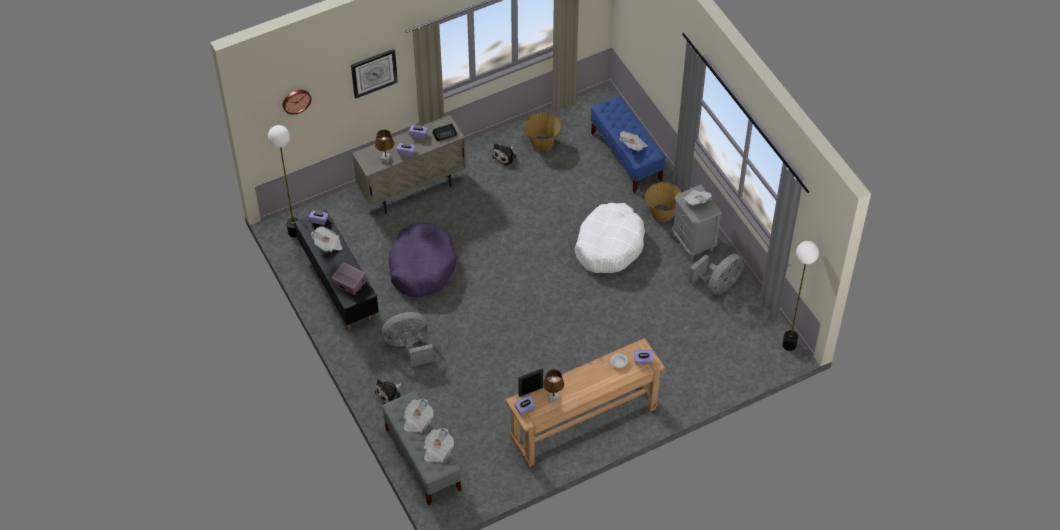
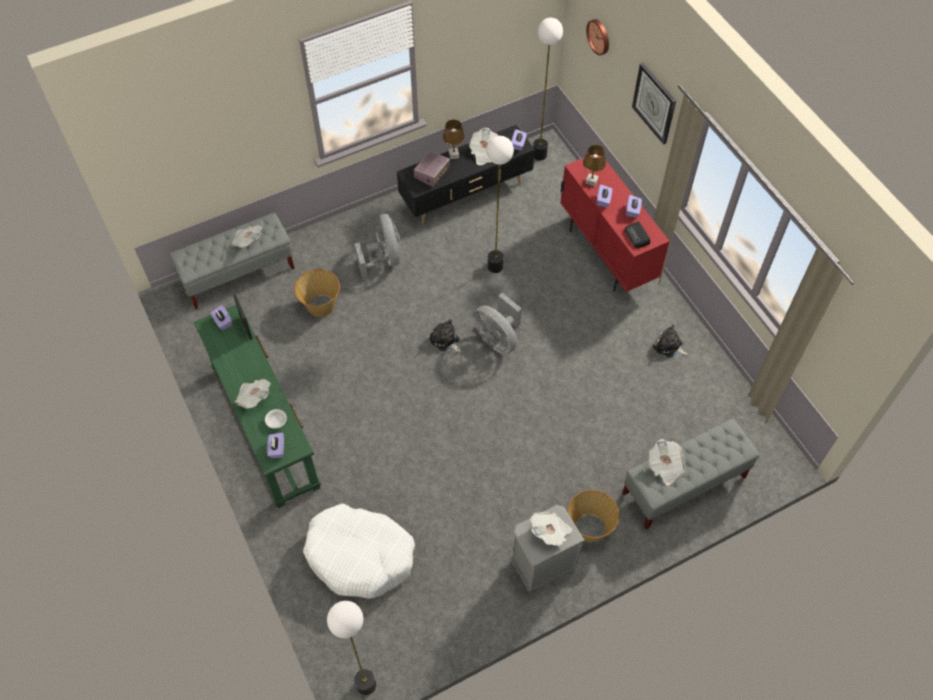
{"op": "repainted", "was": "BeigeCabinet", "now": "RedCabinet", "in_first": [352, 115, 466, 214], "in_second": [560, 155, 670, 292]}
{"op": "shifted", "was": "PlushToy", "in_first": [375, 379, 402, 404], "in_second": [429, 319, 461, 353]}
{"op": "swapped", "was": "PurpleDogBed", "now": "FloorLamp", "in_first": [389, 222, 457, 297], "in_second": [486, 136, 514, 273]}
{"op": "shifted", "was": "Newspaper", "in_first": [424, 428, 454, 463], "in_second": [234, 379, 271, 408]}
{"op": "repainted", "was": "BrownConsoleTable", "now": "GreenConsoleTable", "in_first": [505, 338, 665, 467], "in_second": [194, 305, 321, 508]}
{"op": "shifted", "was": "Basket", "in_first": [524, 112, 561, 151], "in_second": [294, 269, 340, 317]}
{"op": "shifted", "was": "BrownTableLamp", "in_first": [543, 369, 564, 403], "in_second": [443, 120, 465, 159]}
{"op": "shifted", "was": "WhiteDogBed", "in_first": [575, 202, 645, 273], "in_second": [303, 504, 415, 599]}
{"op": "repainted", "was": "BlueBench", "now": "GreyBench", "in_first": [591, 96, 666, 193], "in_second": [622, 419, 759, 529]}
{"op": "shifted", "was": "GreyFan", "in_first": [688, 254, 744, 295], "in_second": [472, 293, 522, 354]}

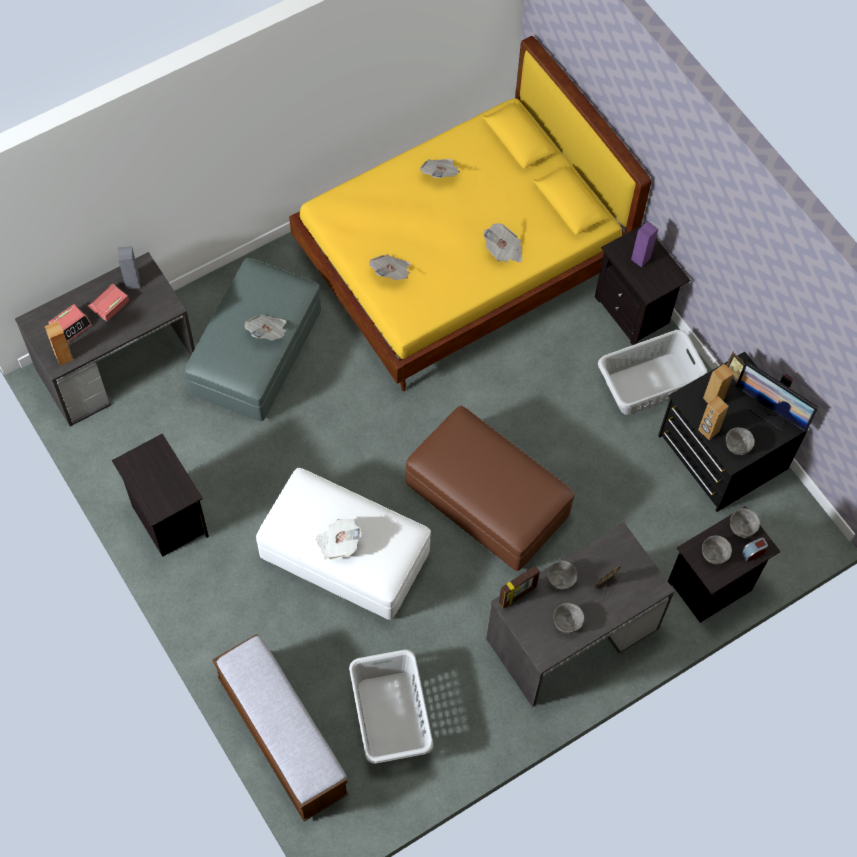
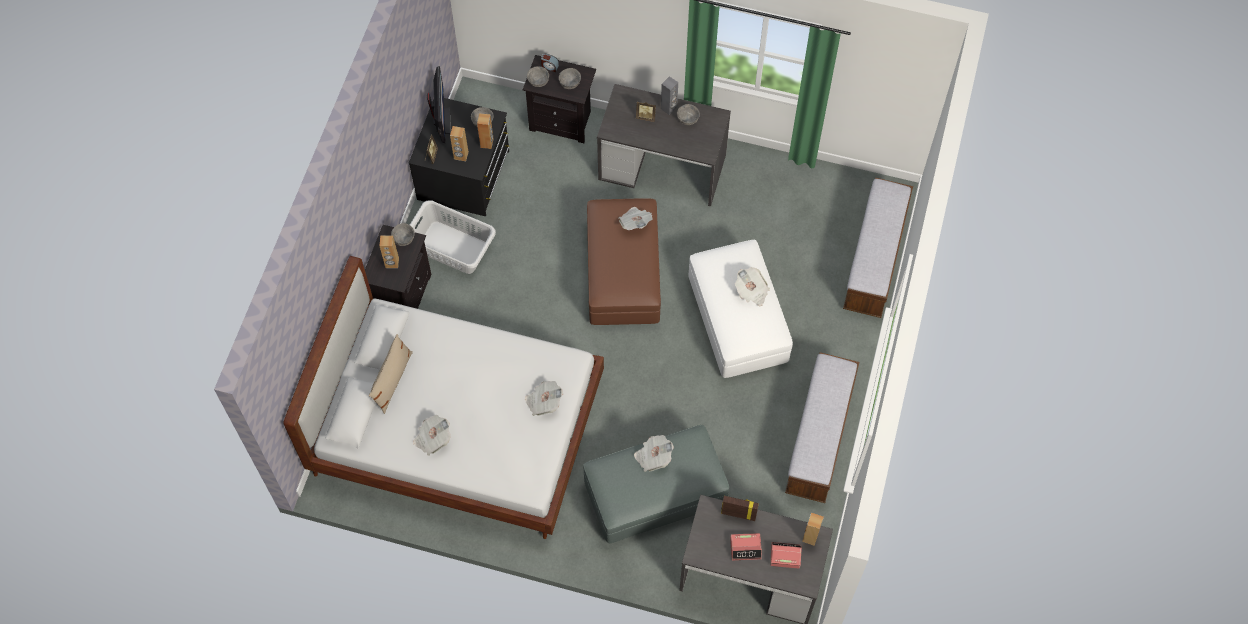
{"op": "swapped", "was": "BlackNightstand", "now": "Bench", "in_first": [112, 433, 209, 557], "in_second": [785, 352, 859, 503]}
{"op": "shifted", "was": "GreySpeaker", "in_first": [118, 246, 140, 290], "in_second": [661, 76, 678, 115]}
{"op": "repainted", "was": "YellowBed", "now": "WhiteBed", "in_first": [289, 36, 651, 391], "in_second": [283, 256, 604, 539]}
{"op": "gone", "was": "GreyLaundryBasket", "in_first": [349, 650, 433, 763]}
{"op": "shifted", "was": "Newspaper", "in_first": [484, 223, 522, 263], "in_second": [619, 207, 653, 230]}
{"op": "shifted", "was": "PictureFrame", "in_first": [499, 565, 540, 608], "in_second": [721, 496, 759, 521]}
{"op": "shifted", "was": "GreyBowl", "in_first": [547, 560, 577, 590], "in_second": [391, 223, 415, 246]}
{"op": "repainted", "was": "PurpleSpeaker", "now": "BrownSpeaker", "in_first": [631, 221, 658, 268], "in_second": [380, 236, 399, 268]}
{"op": "new", "now": "BeigePillow", "in_second": [369, 334, 413, 414]}

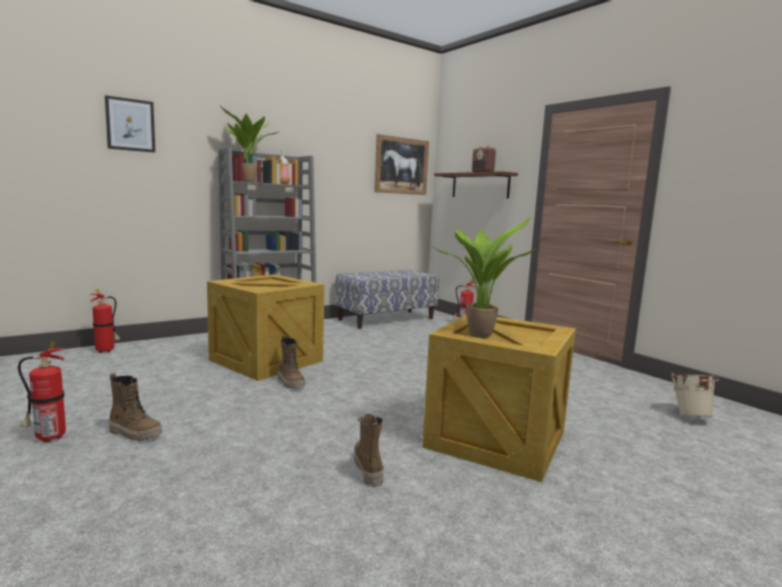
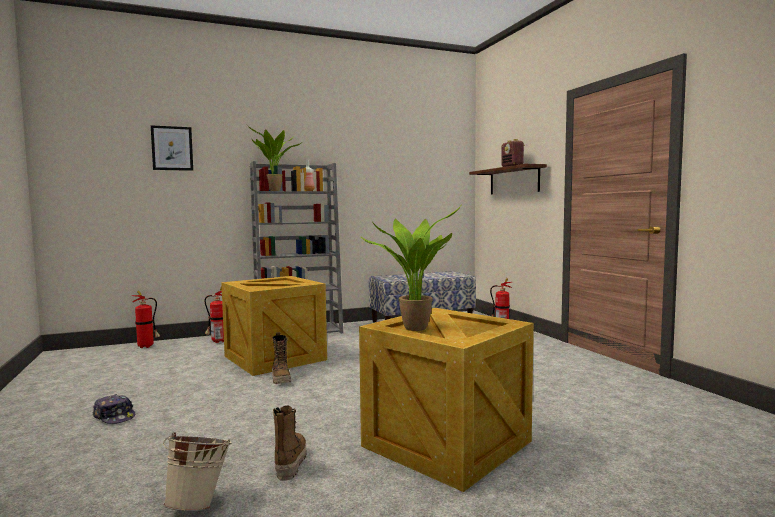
{"op": "shifted", "was": "FireExtinguisher", "in_first": [18, 341, 66, 442], "in_second": [205, 287, 224, 343]}
{"op": "swapped", "was": "Boot", "now": "Cap", "in_first": [109, 373, 162, 441], "in_second": [92, 394, 135, 424]}
{"op": "gone", "was": "Picture", "in_first": [374, 134, 429, 195]}
{"op": "shifted", "was": "BeigeBucket", "in_first": [671, 372, 719, 417], "in_second": [163, 432, 231, 511]}

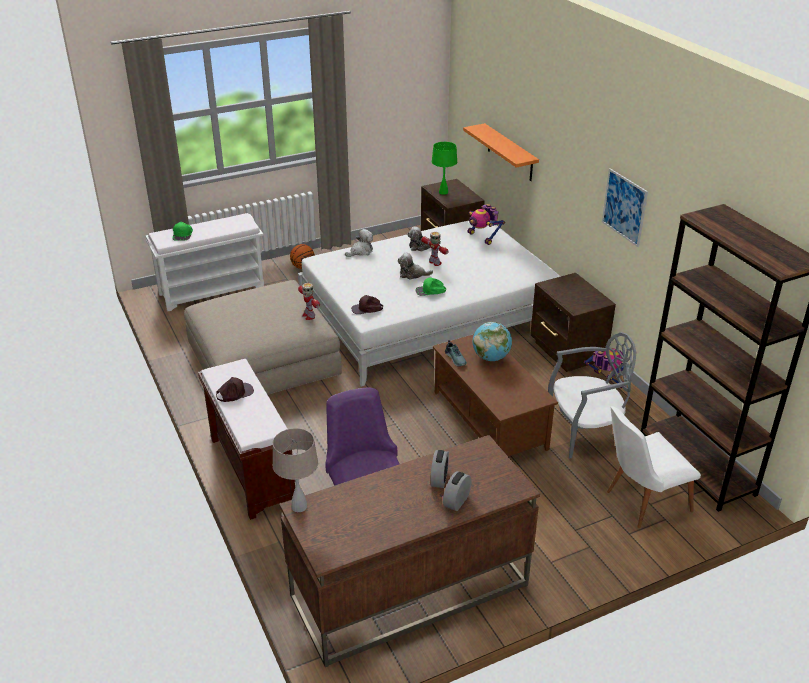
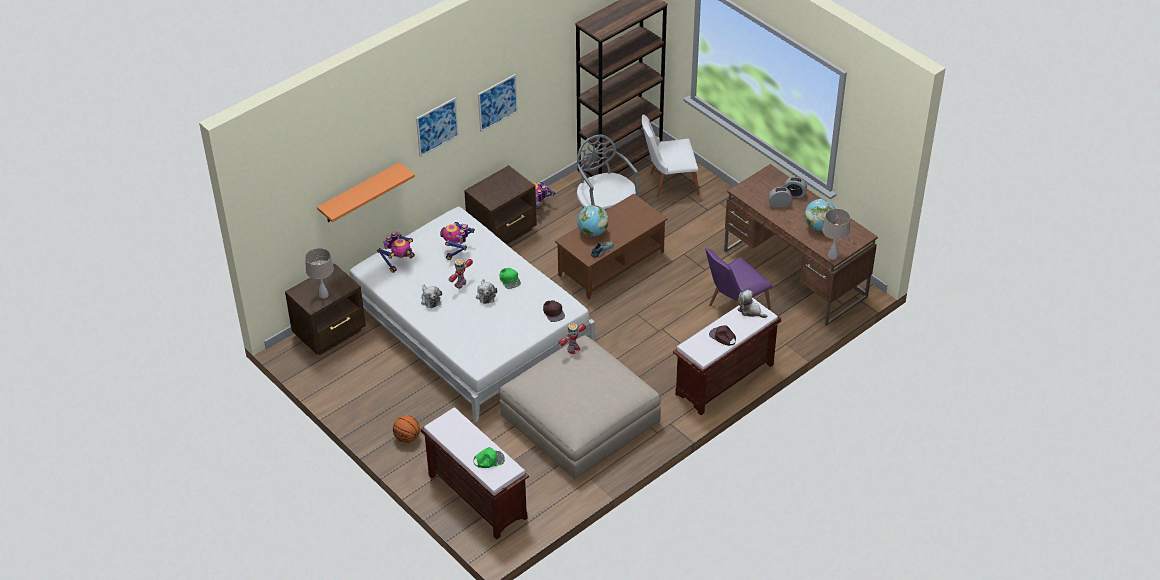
{"op": "repainted", "was": "WhiteBench", "now": "BrownBench", "in_first": [145, 213, 264, 311], "in_second": [420, 407, 529, 539]}
{"op": "shifted", "was": "PlushToy", "in_first": [345, 229, 373, 257], "in_second": [738, 290, 767, 318]}
{"op": "repainted", "was": "GreenTableLamp", "now": "BeigeTableLamp", "in_first": [432, 142, 457, 195], "in_second": [305, 248, 334, 299]}
{"op": "rotated", "was": "WhiteChair", "in_first": [607, 406, 701, 528], "in_second": [642, 114, 699, 198], "clockwise": 120}
{"op": "new", "now": "Picture", "in_second": [416, 97, 459, 157]}
{"op": "new", "now": "ToyRobot", "in_second": [440, 222, 475, 260]}
{"op": "new", "now": "Globe", "in_second": [805, 199, 836, 231]}

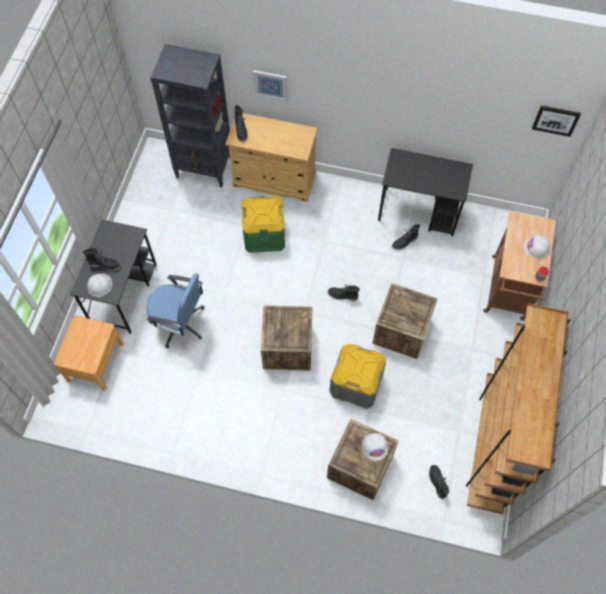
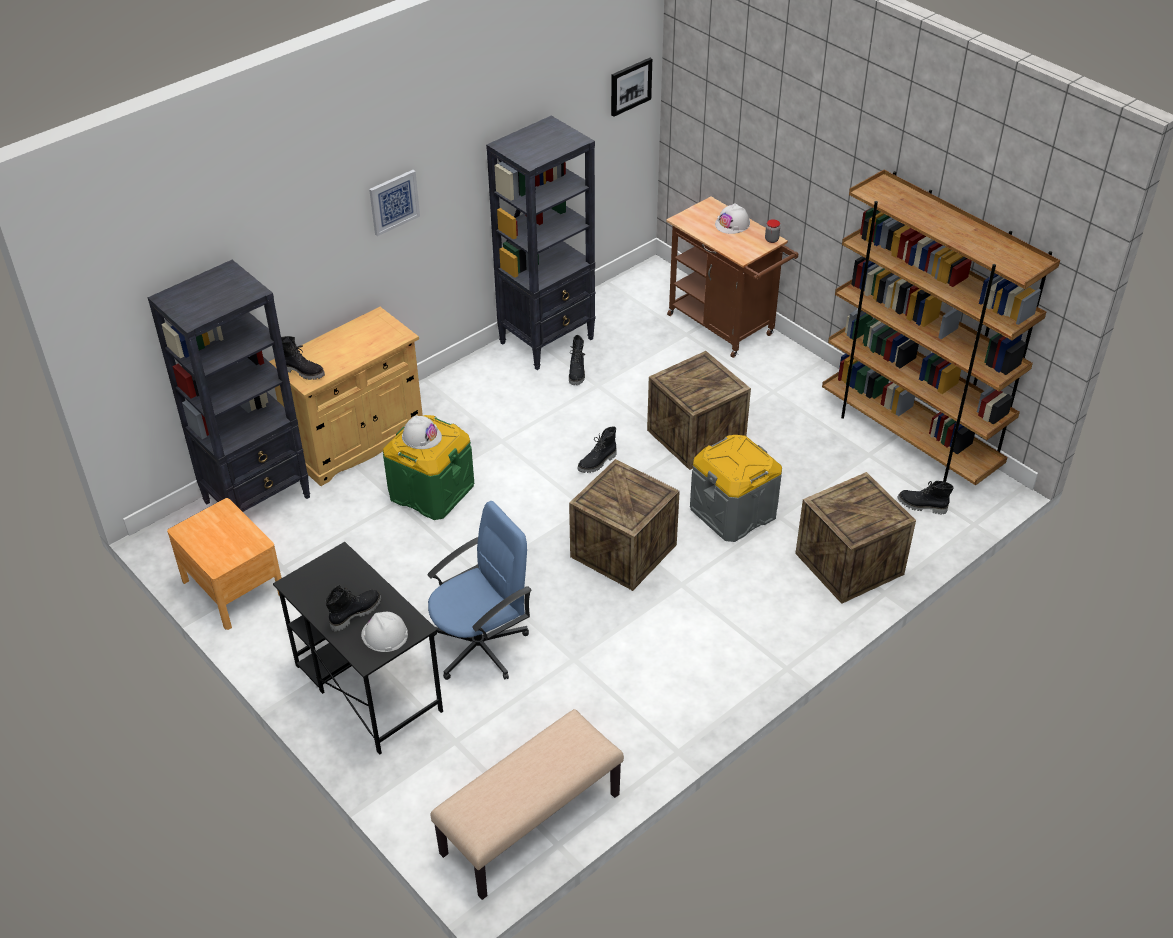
{"op": "shifted", "was": "BrownNightstand", "in_first": [54, 316, 124, 391], "in_second": [167, 498, 282, 630]}
{"op": "shifted", "was": "Picture", "in_first": [253, 70, 288, 101], "in_second": [369, 170, 420, 236]}
{"op": "shifted", "was": "WhiteHardHat", "in_first": [362, 433, 388, 461], "in_second": [402, 415, 442, 449]}
{"op": "swapped", "was": "BlackDesk", "now": "BlackBookcase", "in_first": [378, 148, 473, 236], "in_second": [486, 116, 596, 370]}
{"op": "new", "now": "BeigeBench", "in_second": [431, 709, 624, 900]}

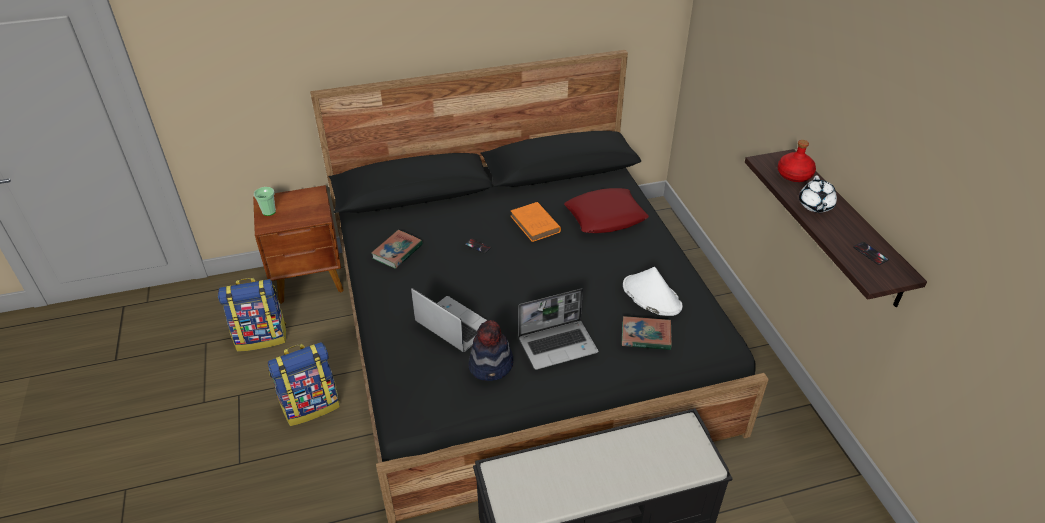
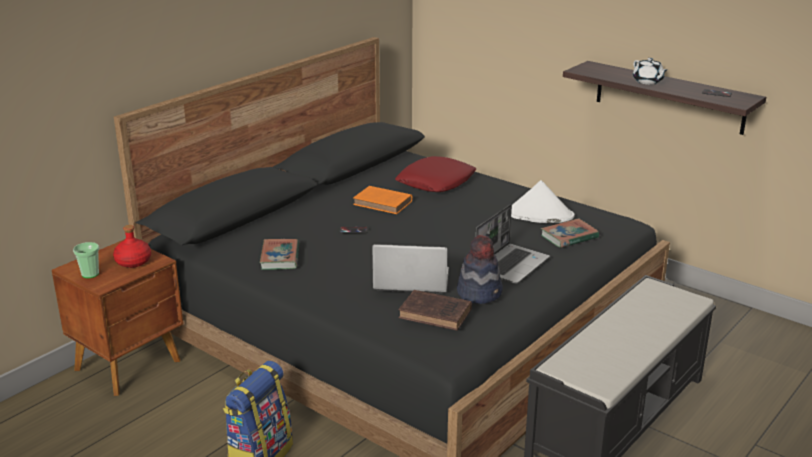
{"op": "gone", "was": "Backpack", "in_first": [218, 278, 286, 352]}
{"op": "shifted", "was": "RedBottle", "in_first": [778, 140, 816, 182], "in_second": [113, 225, 151, 268]}
{"op": "new", "now": "BrownBook", "in_second": [399, 290, 472, 331]}

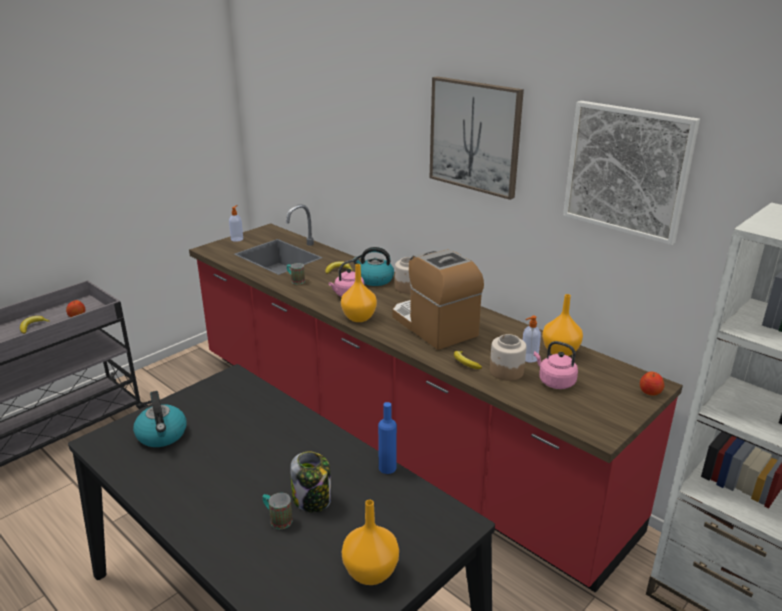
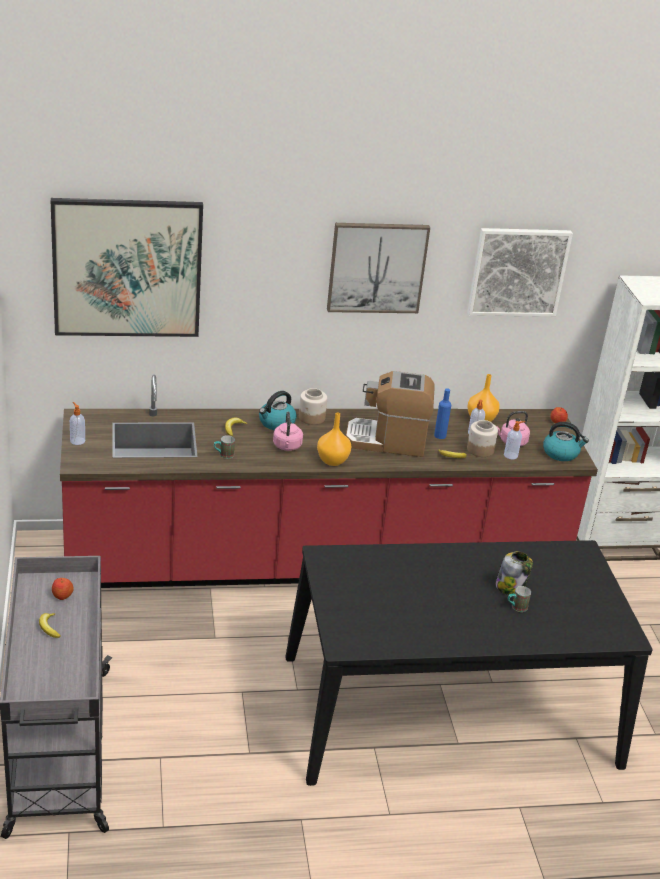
{"op": "shifted", "was": "Kettle", "in_first": [133, 391, 187, 447], "in_second": [543, 422, 589, 461]}
{"op": "gone", "was": "OrangeVase", "in_first": [342, 500, 399, 585]}
{"op": "shifted", "was": "BlueBottle", "in_first": [378, 402, 397, 474], "in_second": [434, 389, 451, 439]}
{"op": "new", "now": "Picture", "in_second": [51, 198, 203, 337]}
{"op": "new", "now": "SoapDispenser", "in_second": [504, 421, 525, 459]}

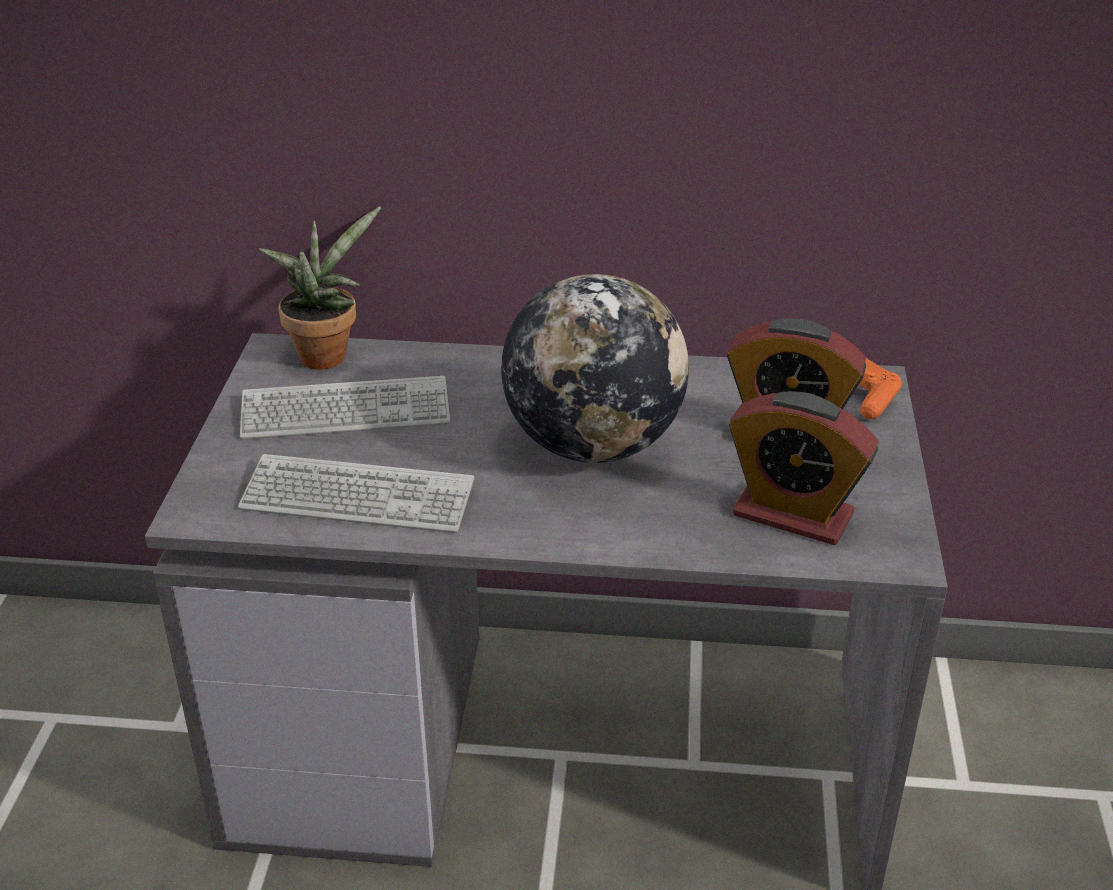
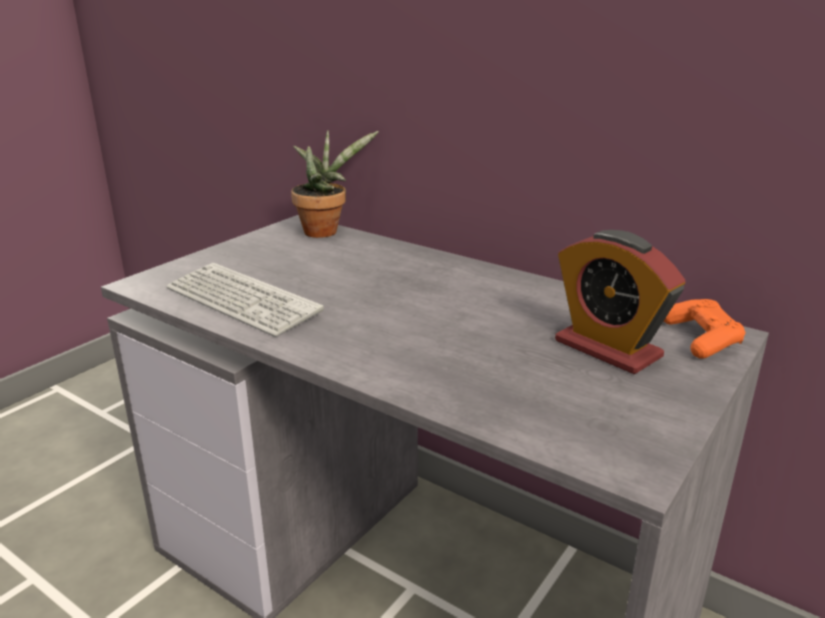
{"op": "gone", "was": "Keyboard", "in_first": [240, 376, 450, 440]}
{"op": "gone", "was": "Globe", "in_first": [501, 274, 689, 463]}
{"op": "gone", "was": "AlarmClock", "in_first": [729, 391, 879, 545]}

